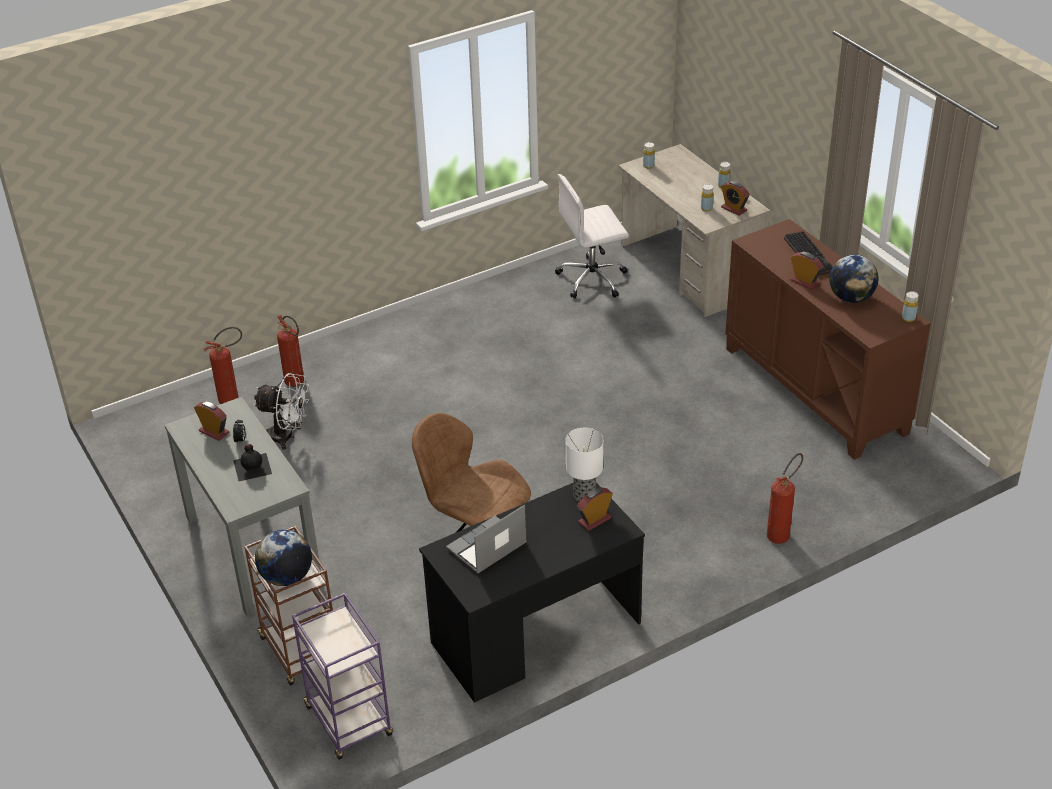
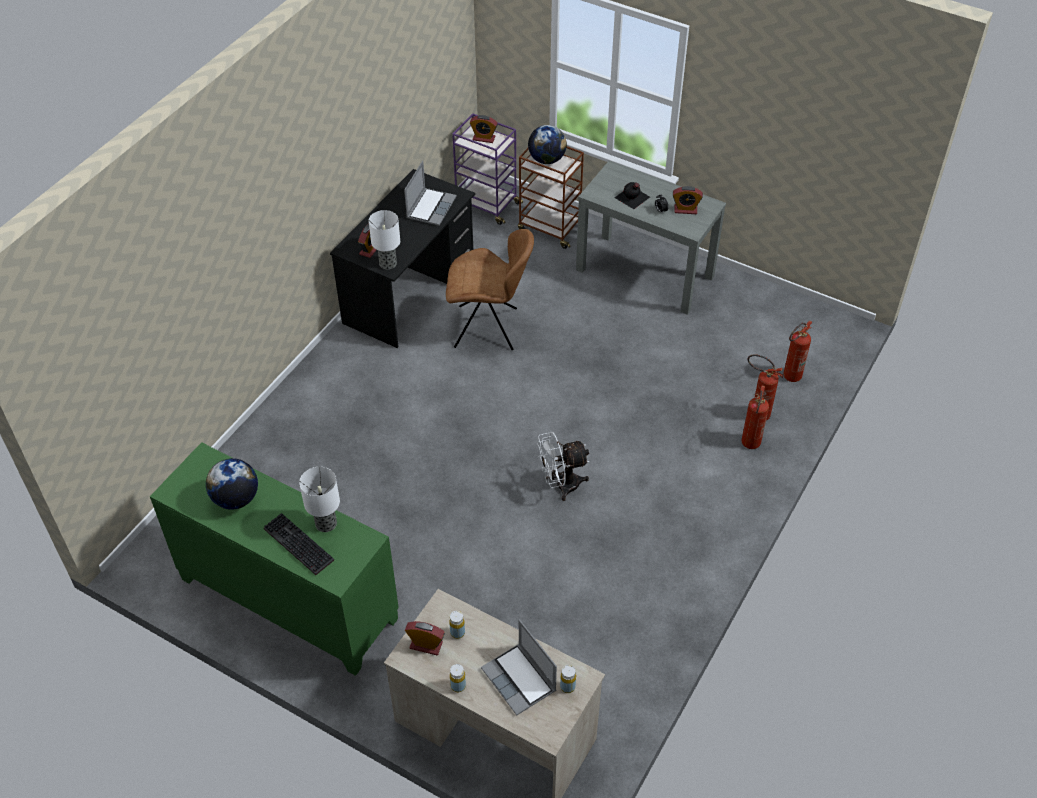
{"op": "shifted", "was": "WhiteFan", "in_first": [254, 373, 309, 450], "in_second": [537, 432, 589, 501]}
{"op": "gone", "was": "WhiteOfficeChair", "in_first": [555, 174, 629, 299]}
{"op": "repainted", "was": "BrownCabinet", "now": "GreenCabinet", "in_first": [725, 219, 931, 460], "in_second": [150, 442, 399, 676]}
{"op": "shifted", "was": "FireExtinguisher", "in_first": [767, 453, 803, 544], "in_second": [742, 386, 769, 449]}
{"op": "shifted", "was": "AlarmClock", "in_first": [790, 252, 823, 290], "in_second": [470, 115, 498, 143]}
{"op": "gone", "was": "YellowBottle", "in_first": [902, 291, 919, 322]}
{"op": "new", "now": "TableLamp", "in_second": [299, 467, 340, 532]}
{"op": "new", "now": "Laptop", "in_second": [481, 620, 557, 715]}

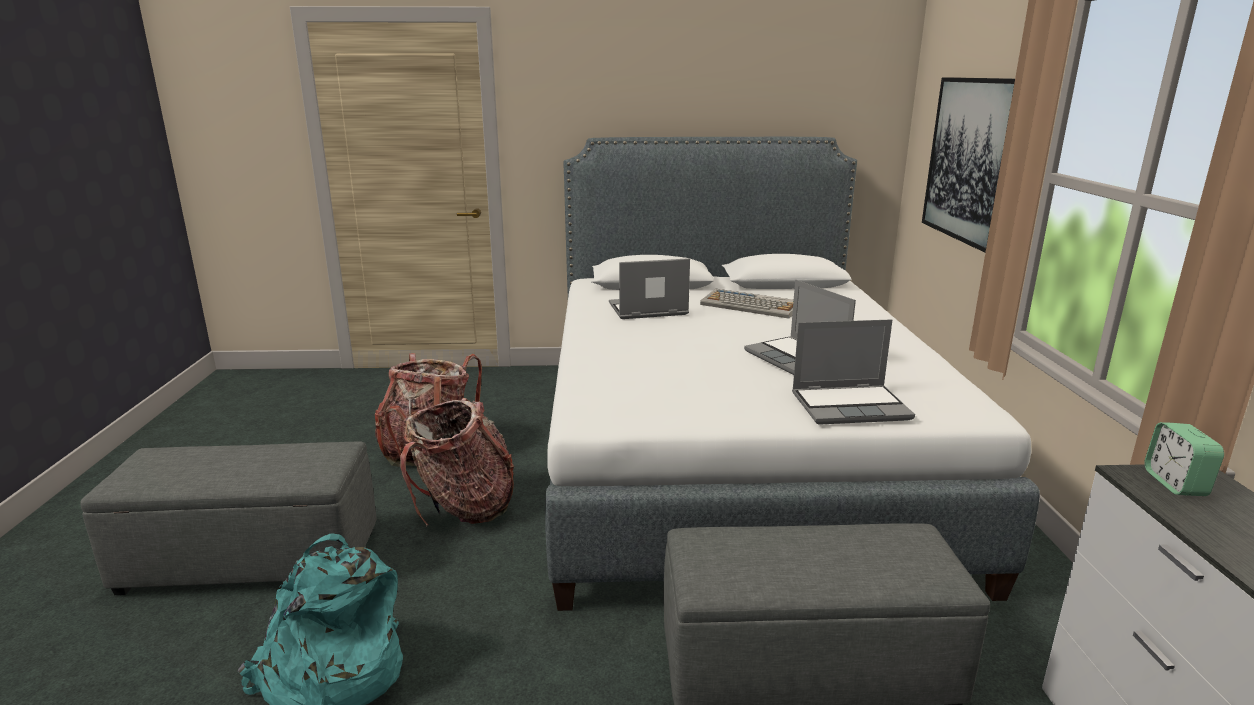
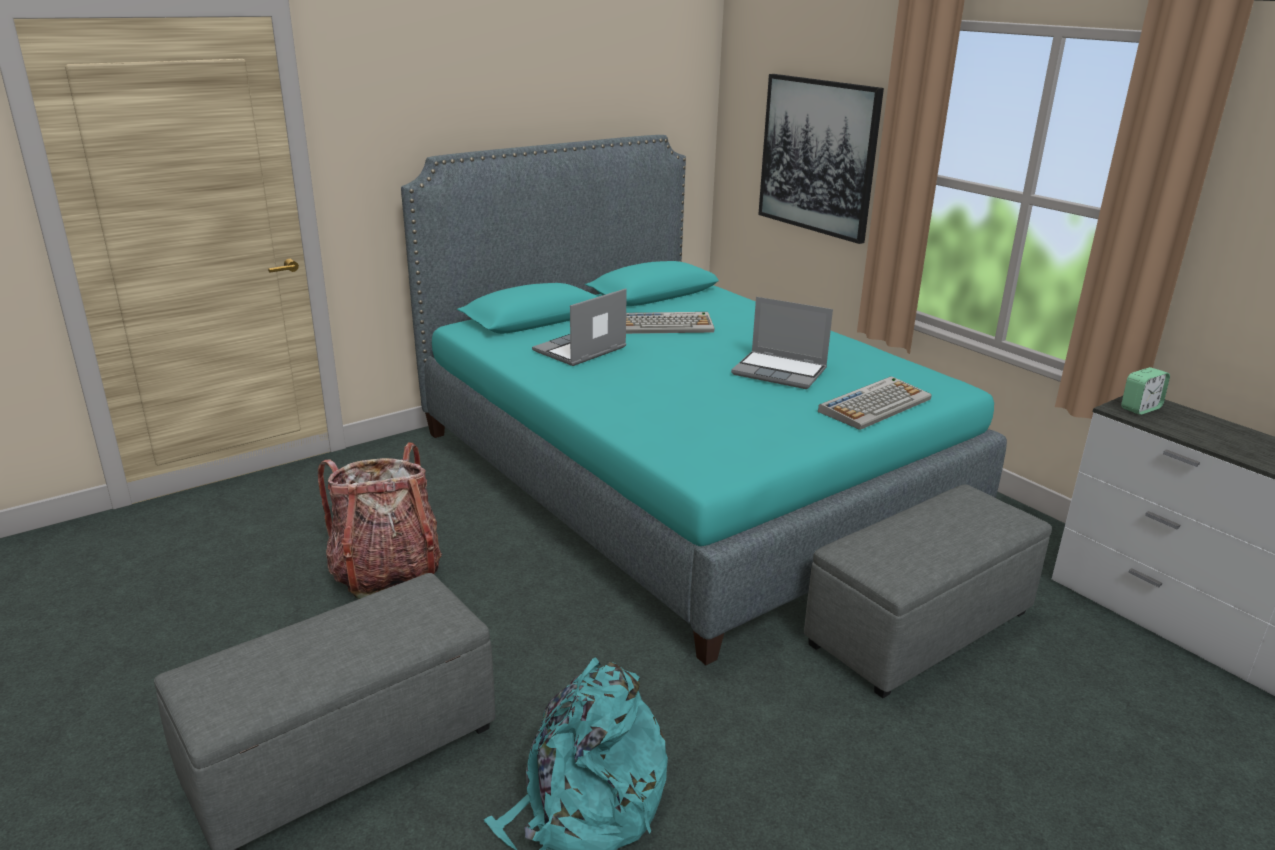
{"op": "gone", "was": "Backpack", "in_first": [385, 398, 514, 526]}
{"op": "repainted", "was": "WhiteBed", "now": "TurquoiseBed", "in_first": [545, 137, 1040, 611], "in_second": [401, 135, 1007, 665]}
{"op": "swapped", "was": "Laptop", "now": "Keyboard", "in_first": [792, 319, 915, 425], "in_second": [818, 376, 932, 430]}
{"op": "rotated", "was": "AlarmClock", "in_first": [1144, 422, 1224, 496], "in_second": [1121, 367, 1170, 415], "clockwise": -90}

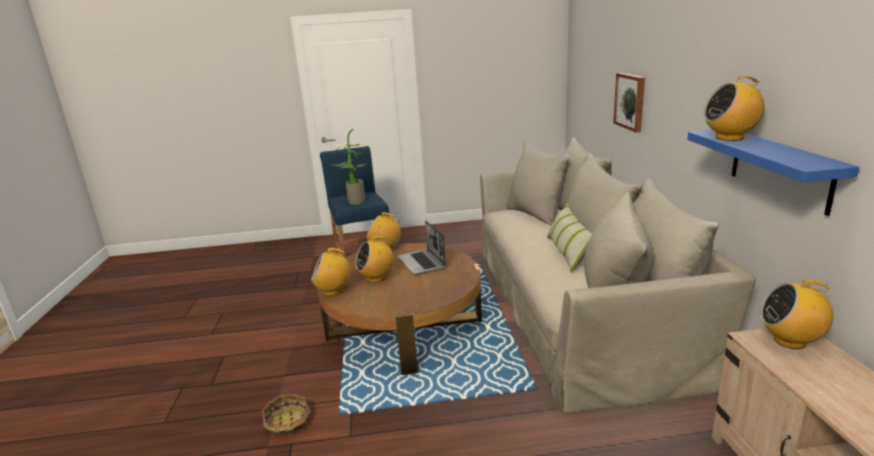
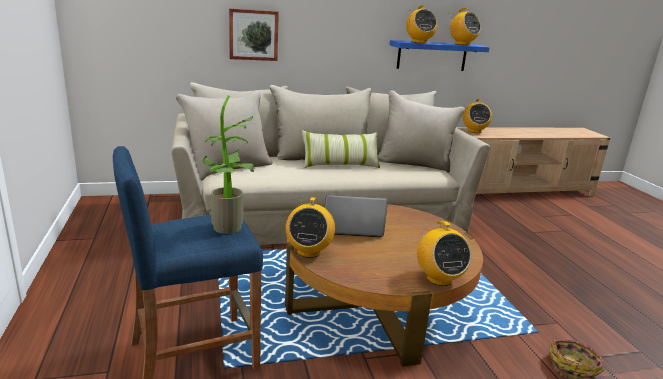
{"op": "shifted", "was": "Radio", "in_first": [355, 236, 394, 283], "in_second": [449, 8, 481, 45]}
{"op": "rotated", "was": "Laptop", "in_first": [398, 221, 446, 275], "in_second": [325, 195, 388, 237], "clockwise": -150}

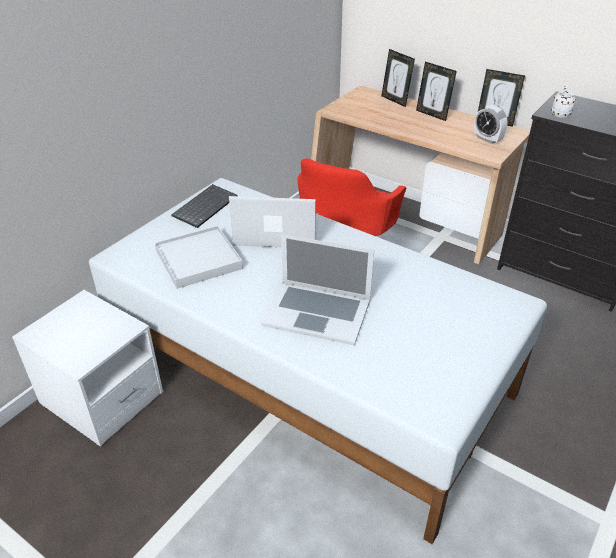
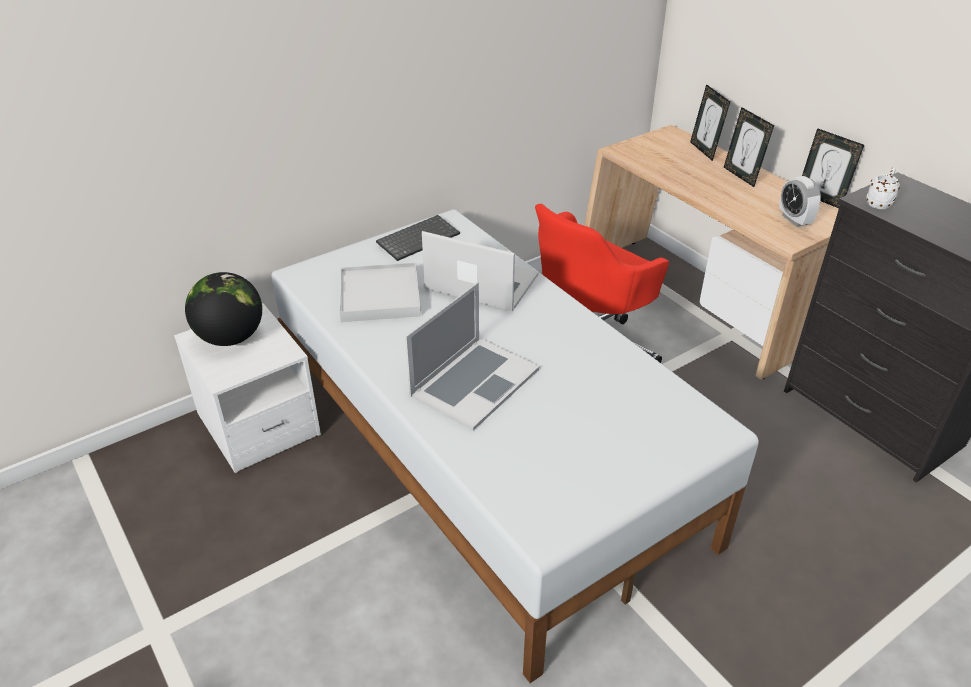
{"op": "rotated", "was": "Laptop", "in_first": [261, 234, 374, 346], "in_second": [405, 282, 539, 431], "clockwise": -90}
{"op": "new", "now": "Globe", "in_second": [185, 272, 262, 346]}

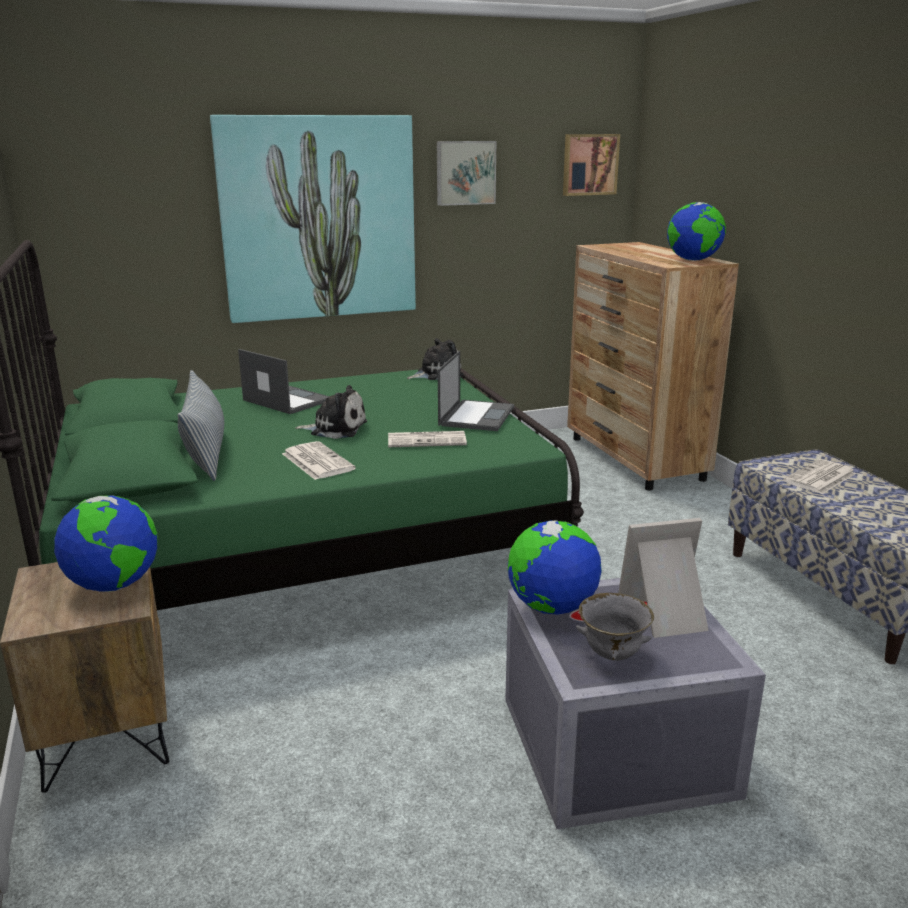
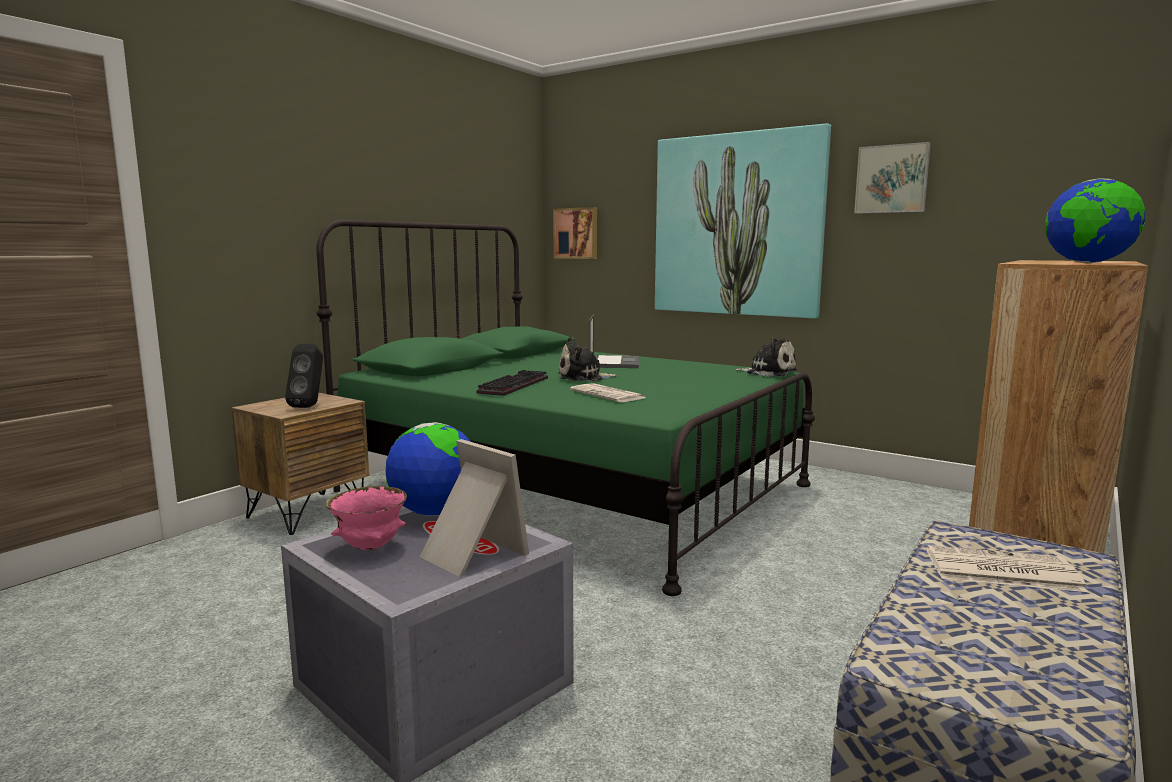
{"op": "swapped", "was": "Globe", "now": "BlackSpeaker", "in_first": [54, 495, 157, 592], "in_second": [285, 343, 323, 408]}
{"op": "gone", "was": "Pillow", "in_first": [178, 370, 224, 481]}
{"op": "swapped", "was": "Newspaper", "now": "Keyboard", "in_first": [282, 441, 356, 480], "in_second": [476, 370, 548, 396]}
{"op": "rotated", "was": "PlushToy", "in_first": [295, 385, 367, 439], "in_second": [558, 337, 618, 381], "clockwise": 105}
{"op": "gone", "was": "Laptop", "in_first": [438, 351, 514, 431]}
{"op": "shifted", "was": "Picture", "in_first": [563, 134, 620, 196], "in_second": [553, 207, 597, 259]}
{"op": "repainted", "was": "GreyBowl", "now": "PinkBowl", "in_first": [576, 593, 654, 661], "in_second": [325, 486, 407, 550]}

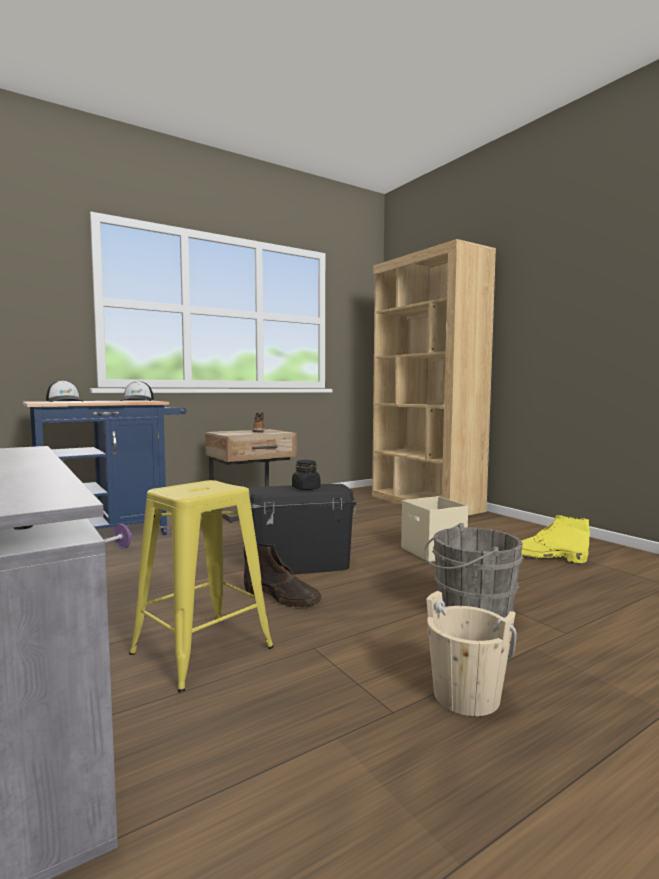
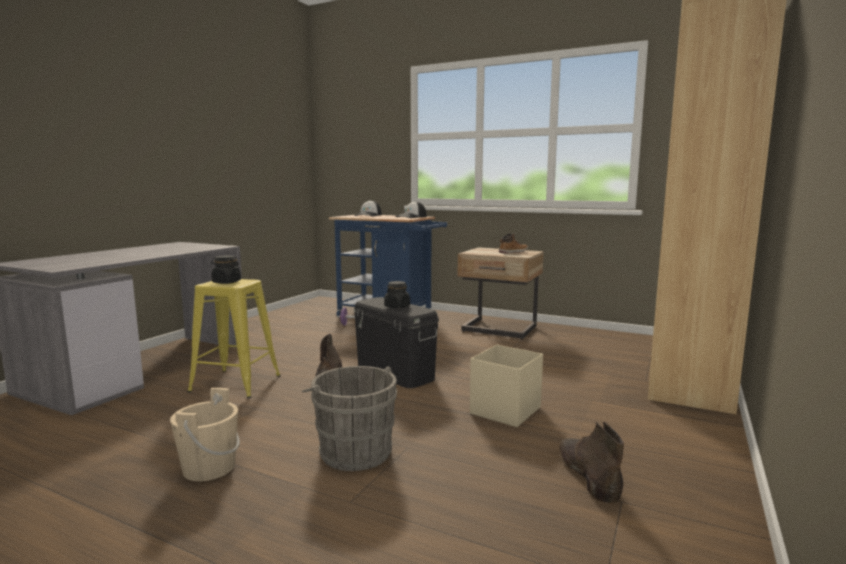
{"op": "repainted", "was": "YellowBoot", "now": "BrownBoot", "in_first": [521, 515, 590, 563], "in_second": [559, 422, 624, 504]}
{"op": "new", "now": "BlackJar", "in_second": [211, 255, 241, 284]}

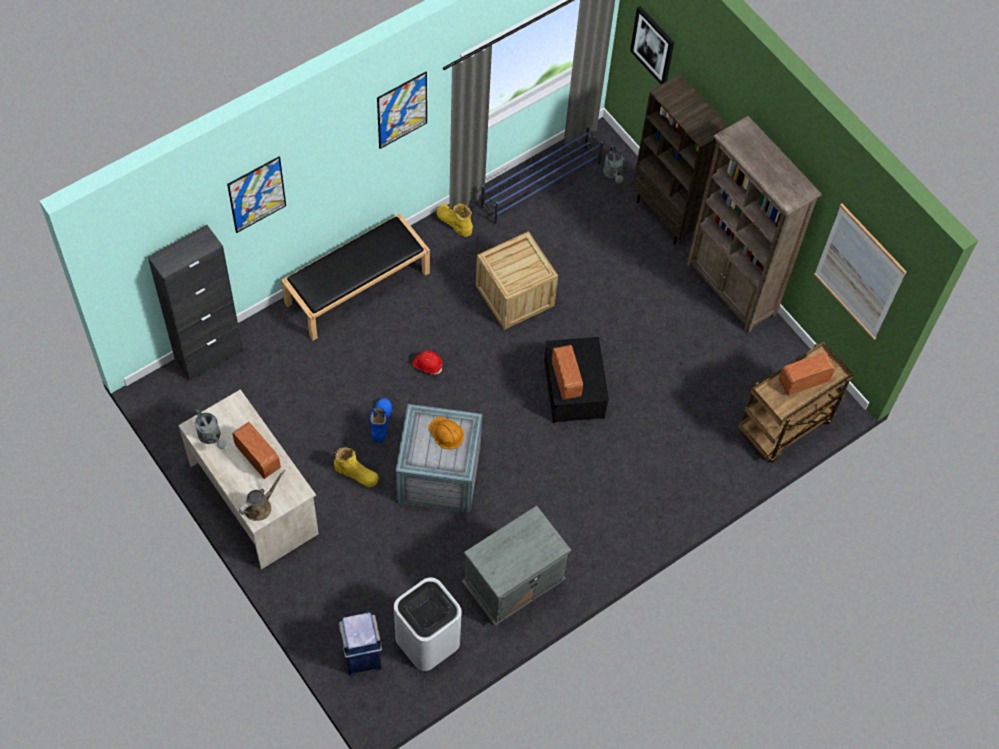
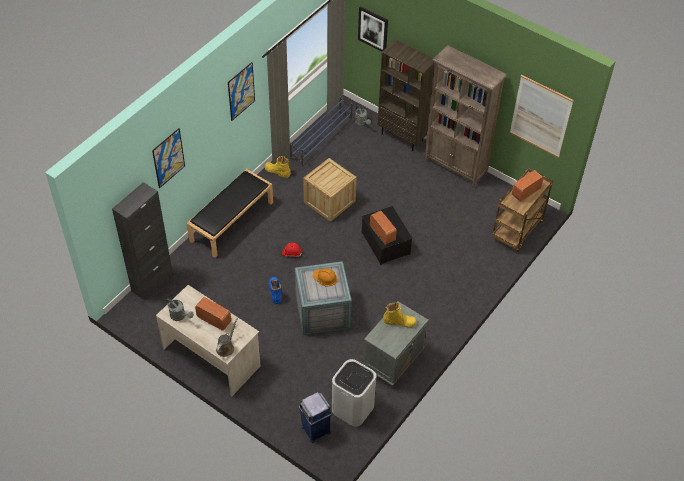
{"op": "shifted", "was": "YellowBoot", "in_first": [334, 448, 379, 488], "in_second": [383, 302, 416, 328]}

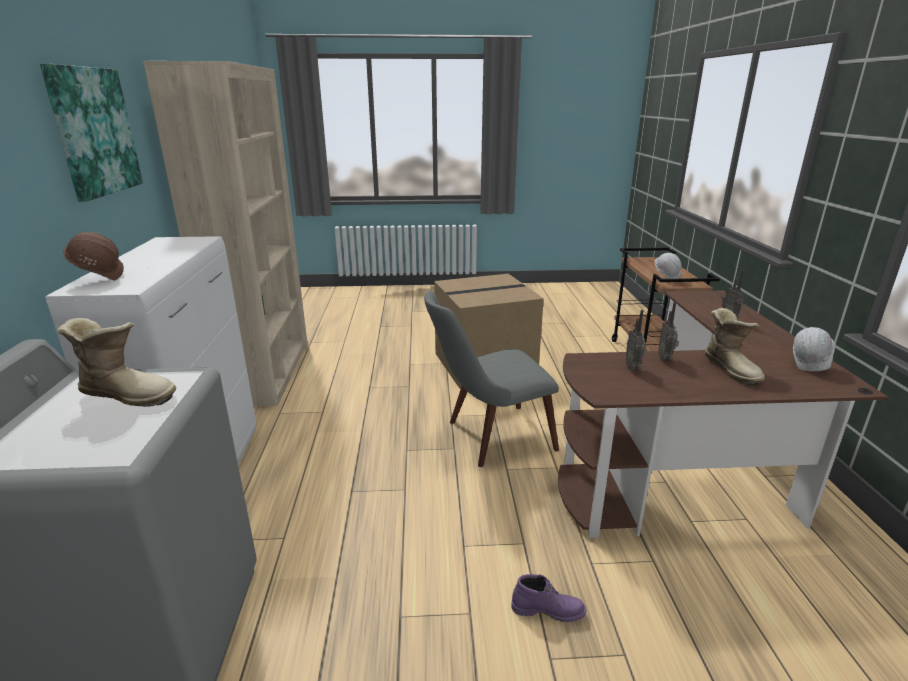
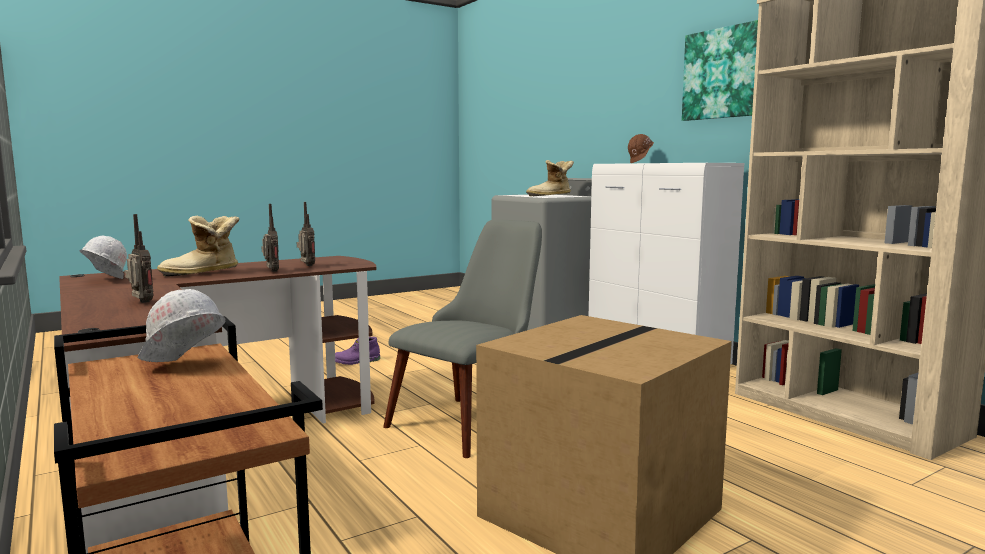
{"op": "rotated", "was": "Boot", "in_first": [704, 308, 765, 385], "in_second": [157, 216, 240, 277], "clockwise": -75}

